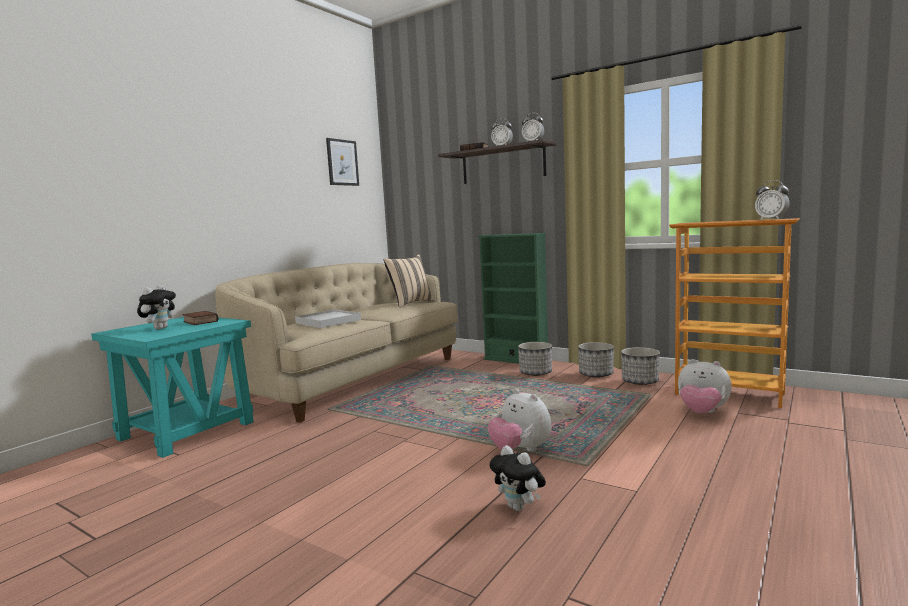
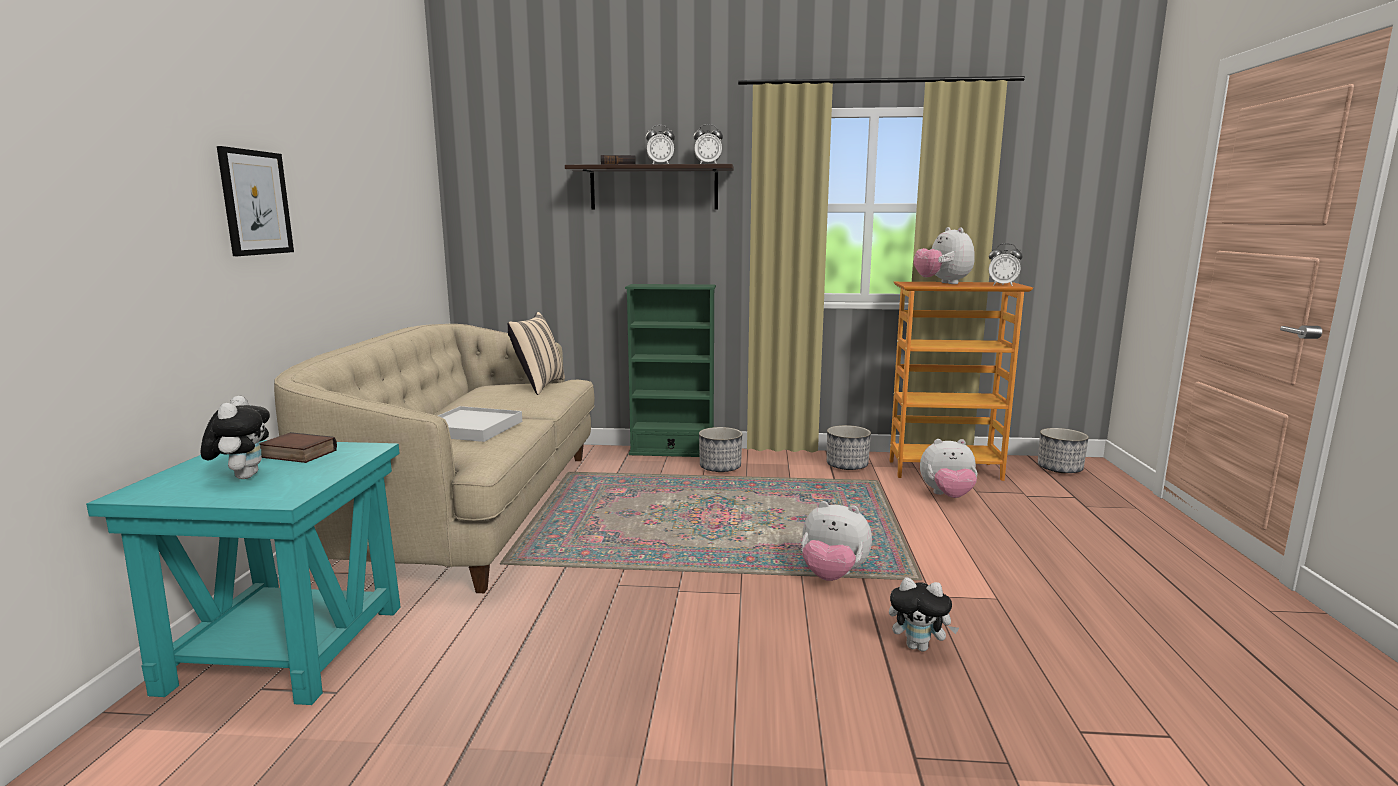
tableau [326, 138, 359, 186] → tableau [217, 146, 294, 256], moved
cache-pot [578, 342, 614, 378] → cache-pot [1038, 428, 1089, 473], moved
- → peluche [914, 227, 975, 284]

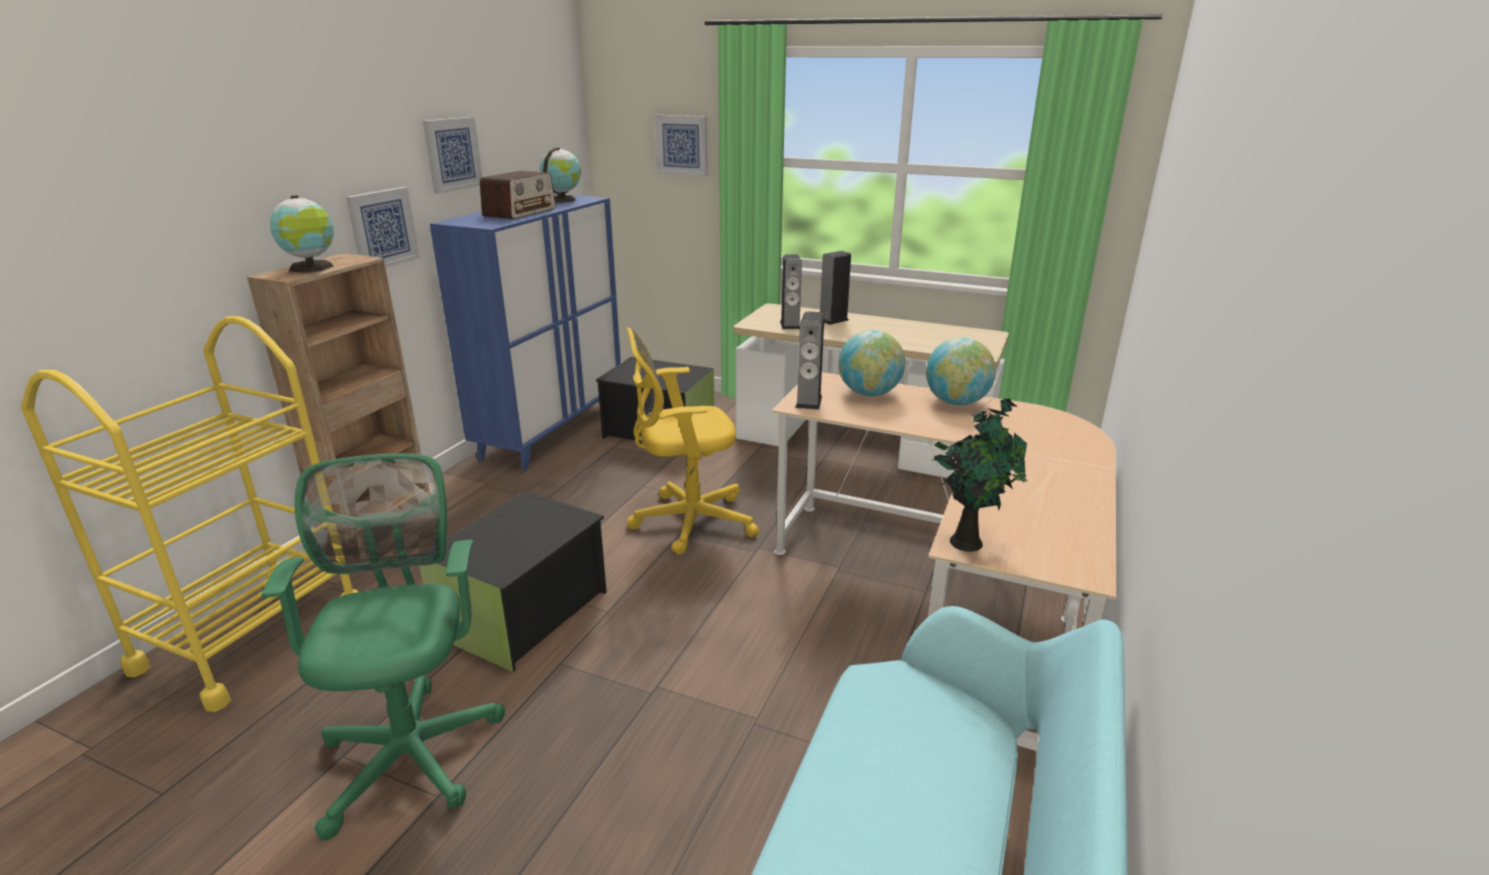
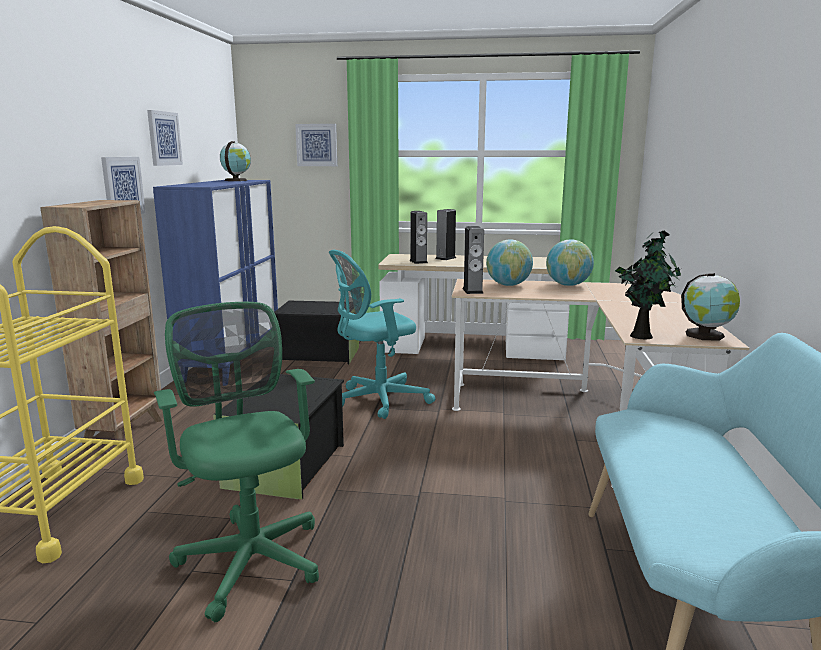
globe [270, 196, 334, 273] → globe [681, 273, 740, 341], moved
radio [480, 171, 556, 219] → -
chaise de bureau [jaune] [627, 327, 759, 555] → chaise de bureau [turquoise] [329, 250, 435, 419]

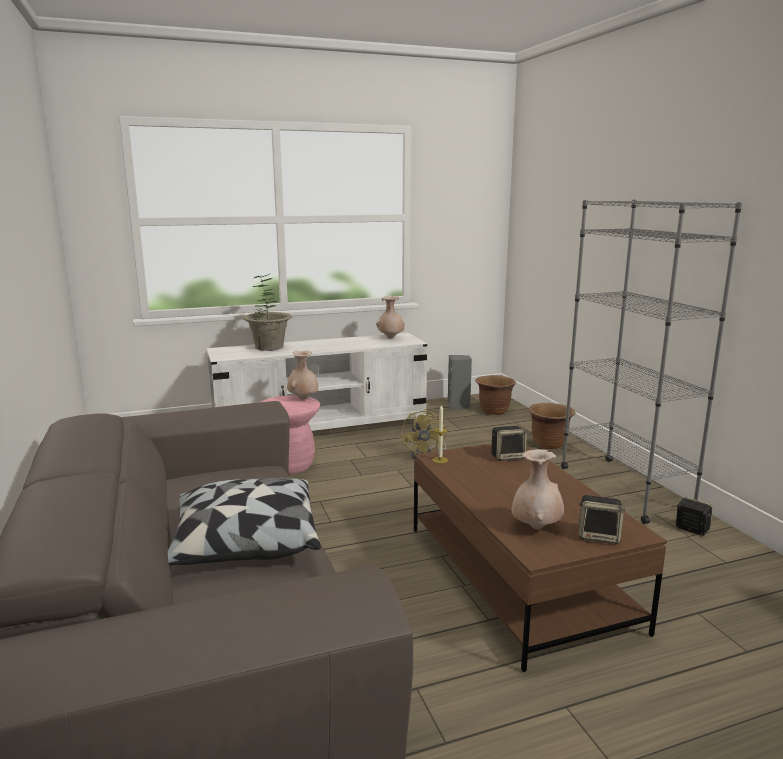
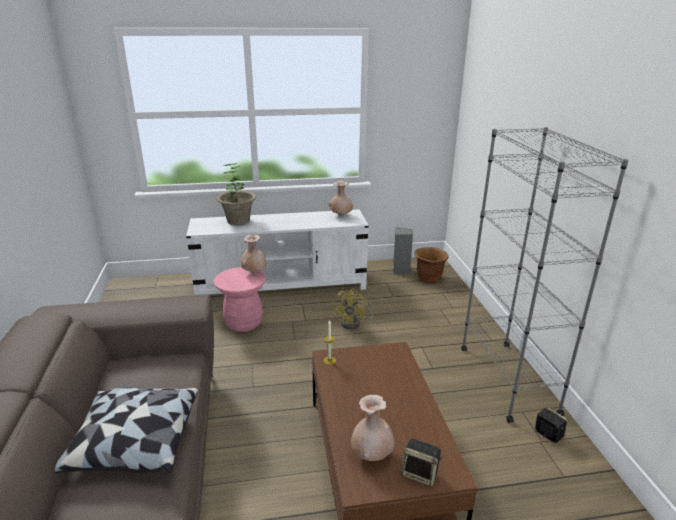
enceinte [492, 426, 527, 461] → -
cache-pot [marron] [529, 403, 575, 449] → -

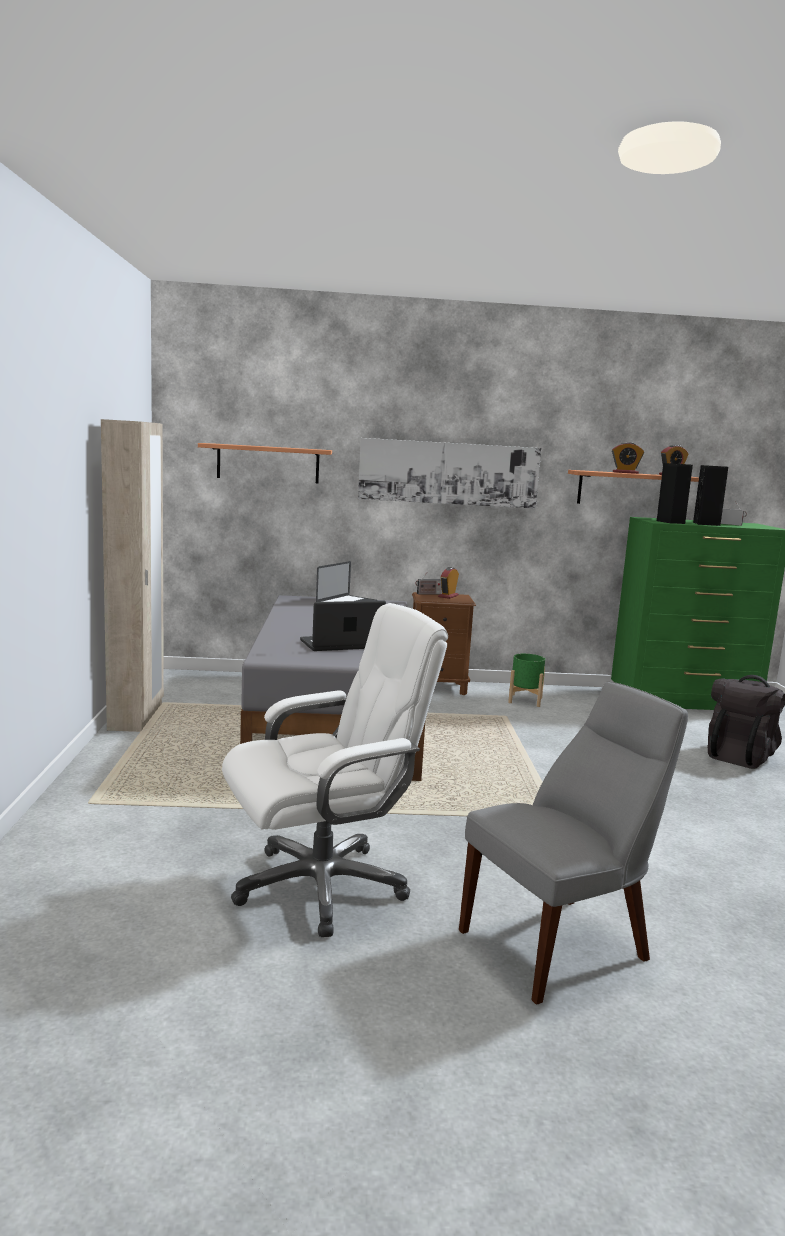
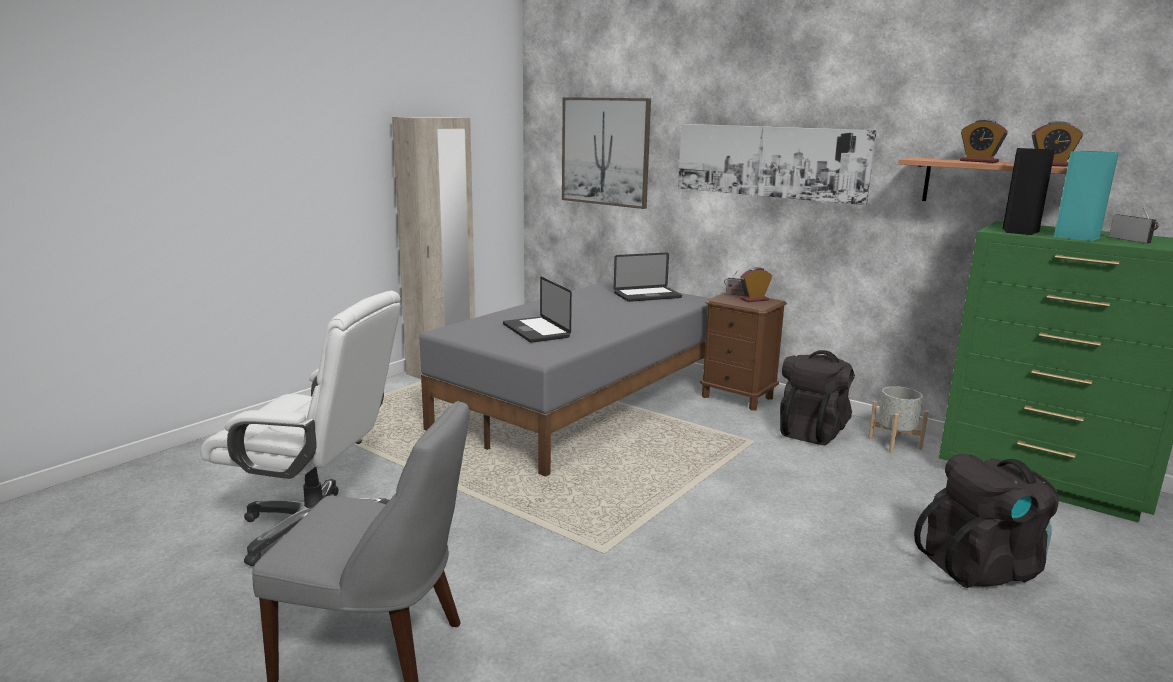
étagère [198, 443, 332, 483] → tableau [562, 97, 651, 209]
ordinateur portable [300, 600, 386, 651] → ordinateur portable [503, 277, 572, 343], 135 degrees counterclockwise
cache-pot [vert] [508, 654, 545, 707] → sac à dos [noir] [780, 350, 855, 445]
enceinte [noir] [693, 465, 728, 526] → enceinte [turquoise] [1054, 151, 1119, 241]
- → cache-pot [gris] [868, 386, 929, 453]

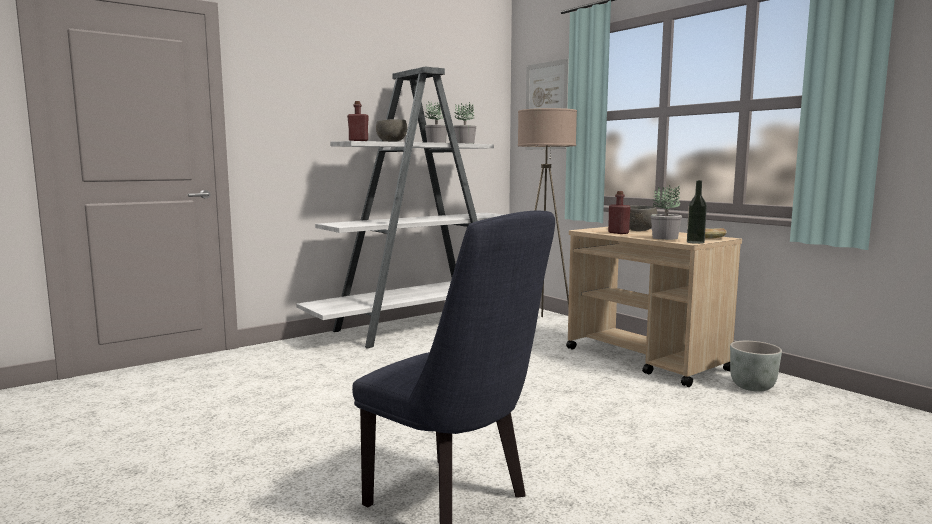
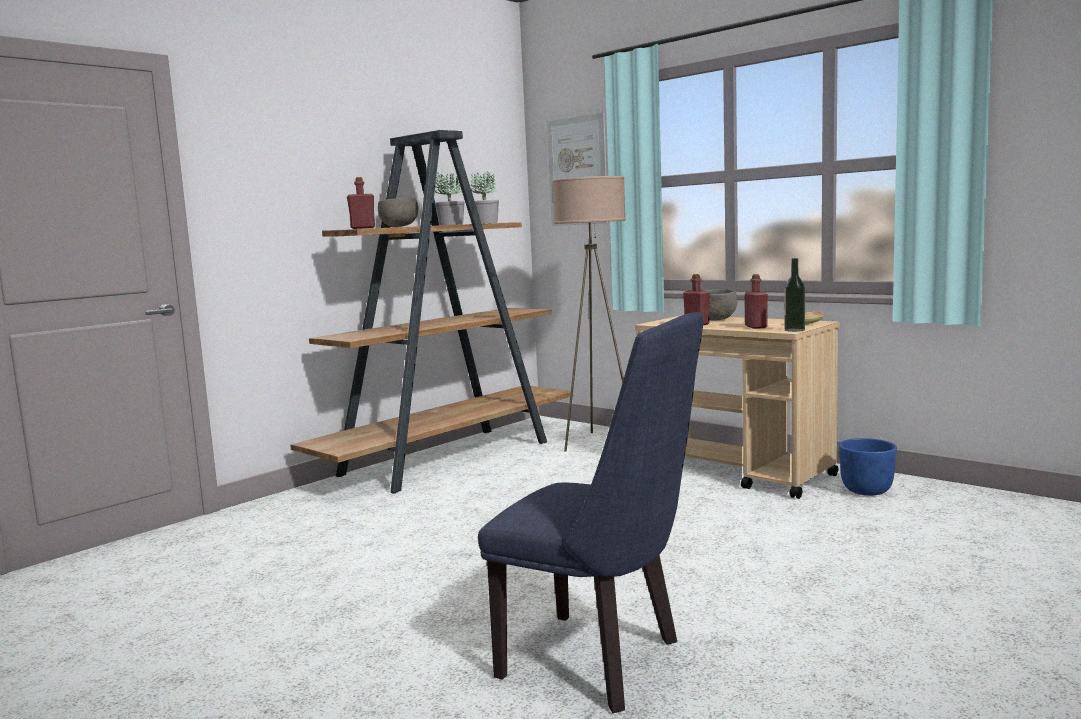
bibliothèque [blanc] [296, 66, 505, 349] → bibliothèque [marron] [290, 130, 571, 494]
plante en pot [651, 185, 682, 240] → bouteille [rouge] [745, 274, 768, 329]
cache-pot [gris] [730, 341, 782, 392] → cache-pot [bleu] [839, 438, 897, 496]

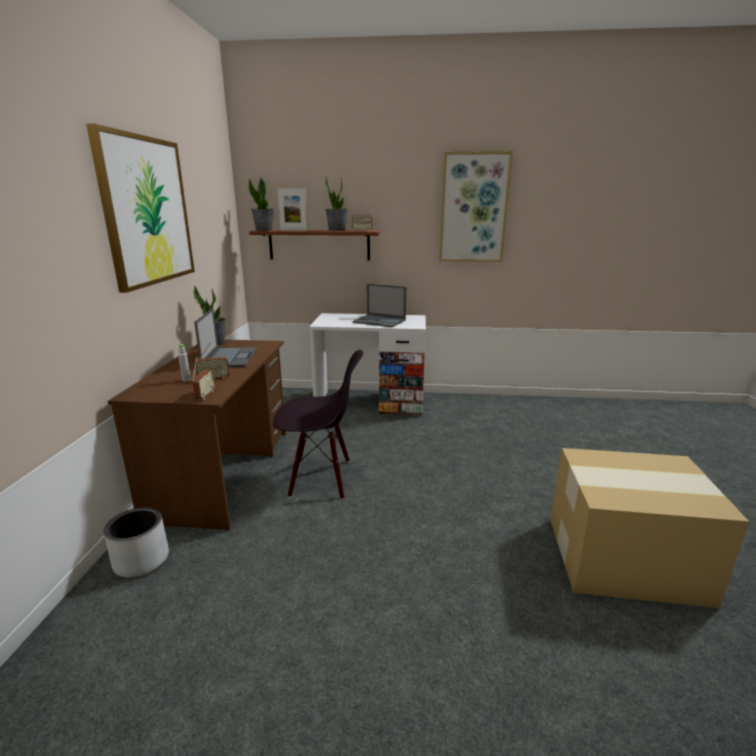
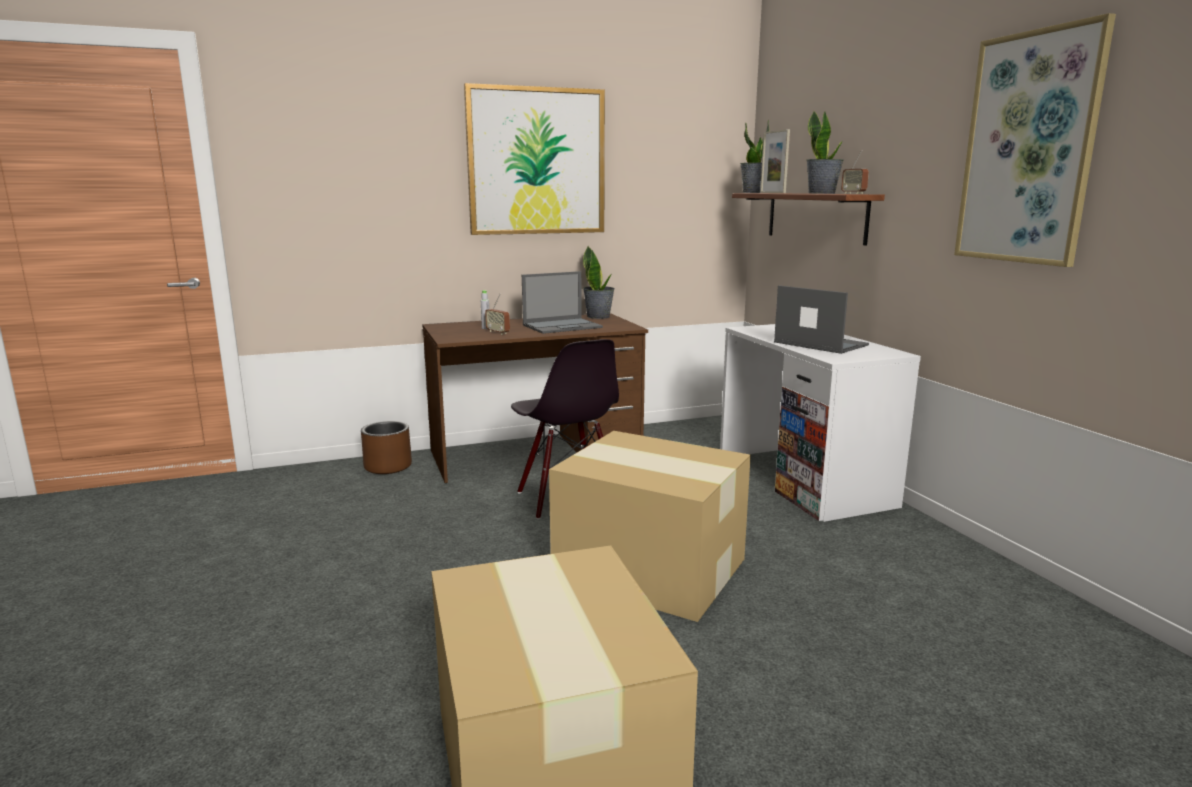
cache-pot [gris] [104, 507, 169, 577] → cache-pot [marron] [361, 421, 412, 474]
radio [192, 357, 215, 400] → -
ordinateur portable [353, 284, 406, 328] → ordinateur portable [774, 285, 869, 354], 135 degrees clockwise
- → carton [549, 431, 751, 622]

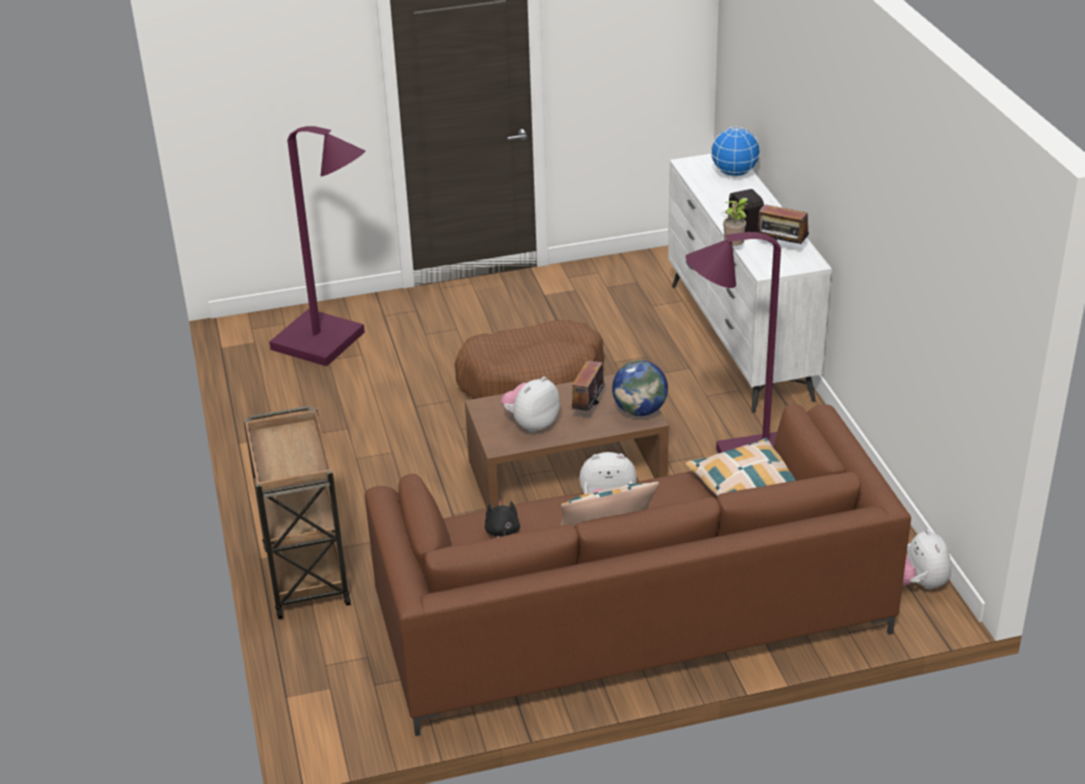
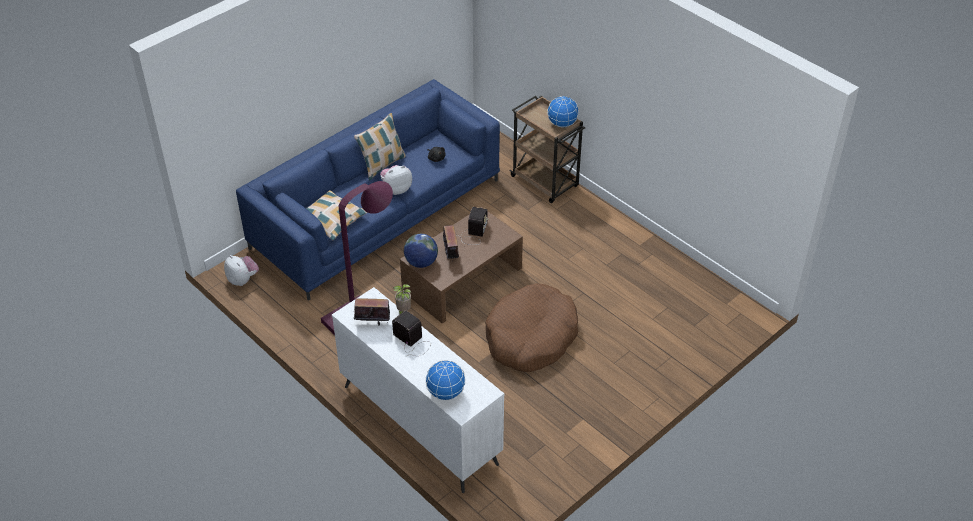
lampadaire [violet] [269, 126, 365, 366] → -
canapé [marron] [365, 404, 911, 736] → canapé [bleu] [236, 79, 500, 301]
peluche [501, 376, 560, 433] → radio [457, 207, 489, 245]
- → globe [547, 96, 579, 127]

